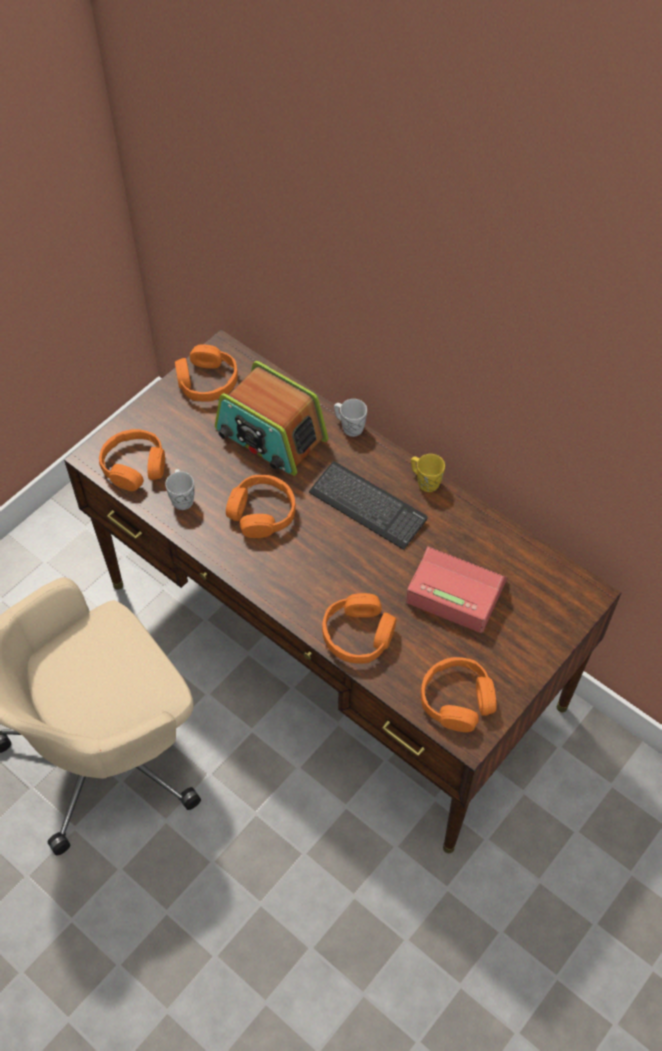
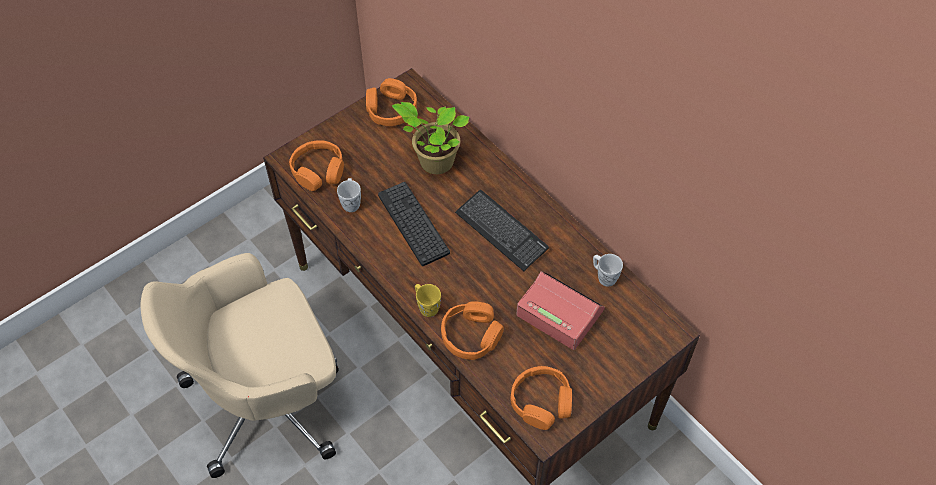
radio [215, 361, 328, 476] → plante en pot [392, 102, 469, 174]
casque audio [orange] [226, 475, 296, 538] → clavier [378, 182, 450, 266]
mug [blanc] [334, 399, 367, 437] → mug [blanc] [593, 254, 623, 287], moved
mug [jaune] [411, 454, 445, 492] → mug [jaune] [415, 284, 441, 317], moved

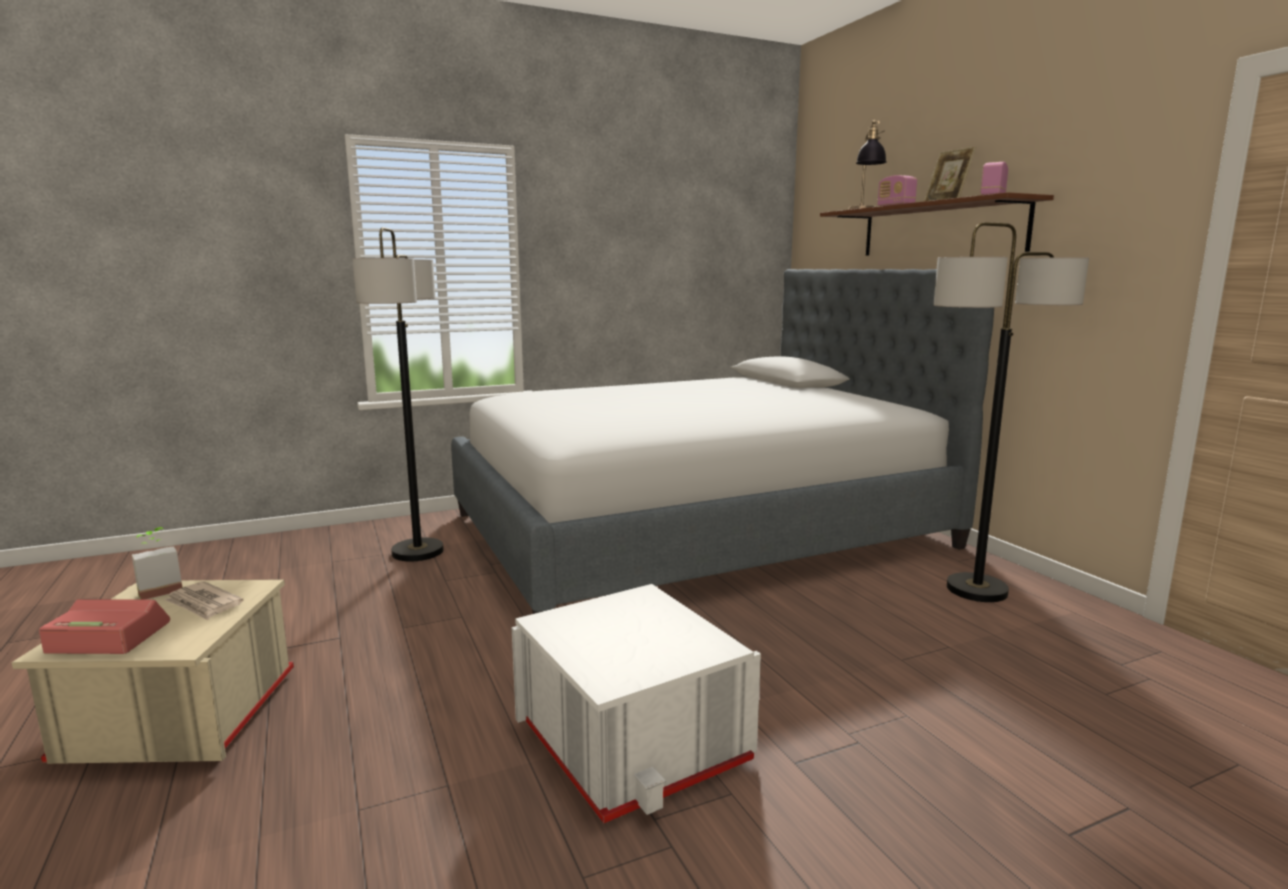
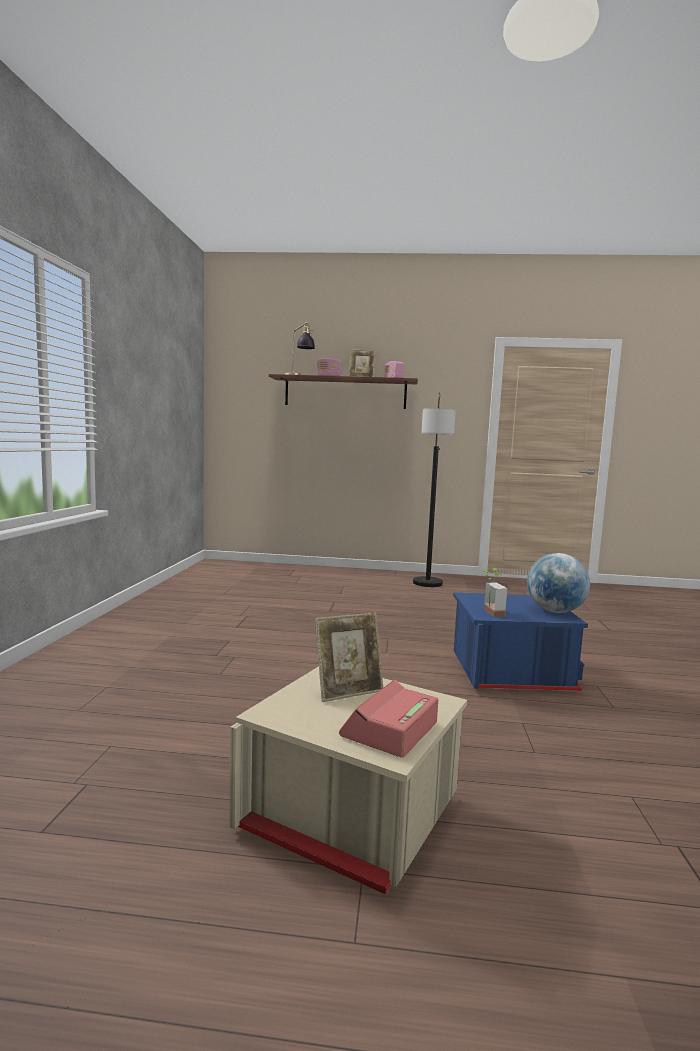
plante en pot [132, 527, 182, 600] → plante en pot [483, 568, 507, 617], moved
journal [164, 581, 243, 620] → cadre photo [315, 612, 383, 702]
lampadaire [353, 227, 444, 561] → -
lit [451, 269, 994, 614] → -
boîte de rangement [blanc] [511, 584, 761, 824] → boîte de rangement [bleu] [453, 593, 588, 691]
- → globe [527, 553, 590, 613]

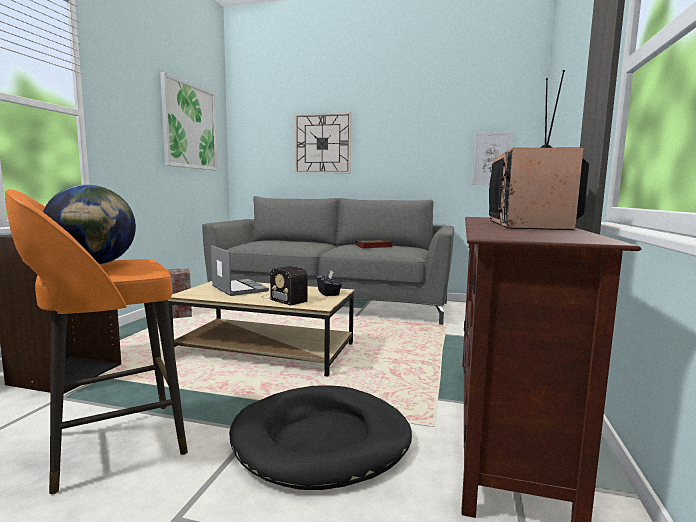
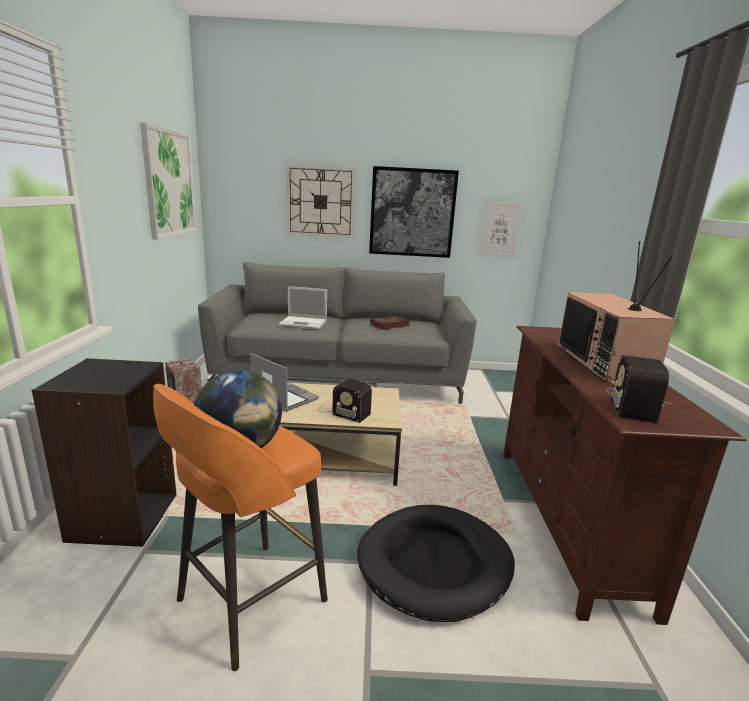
boîte à mouchoirs [noir] [317, 271, 342, 296] → -
- → ordinateur portable [278, 286, 327, 329]
- → tableau [369, 166, 459, 258]
- → radio [606, 355, 672, 423]

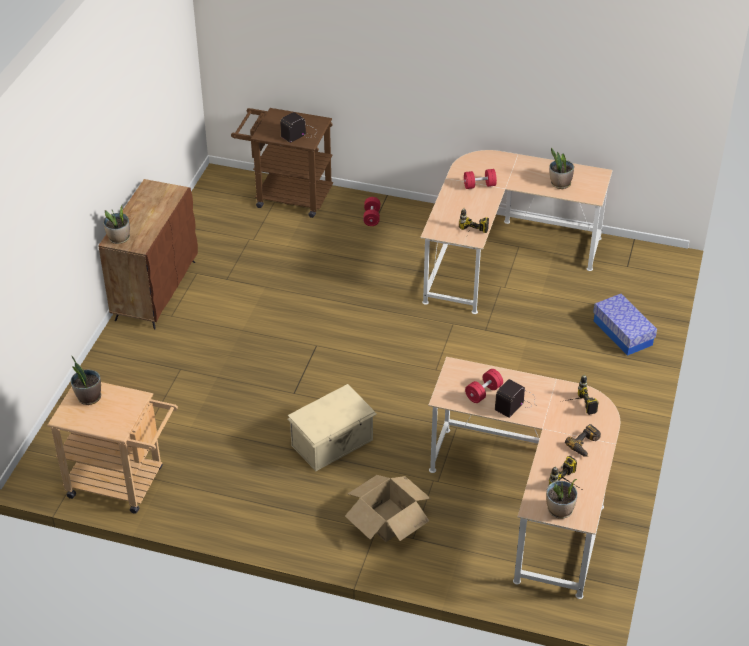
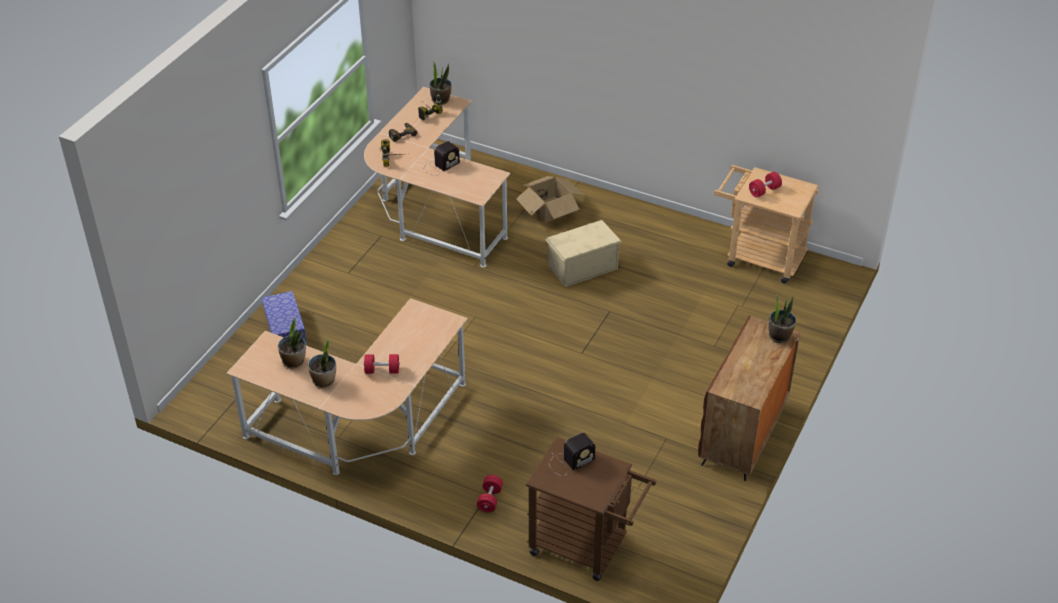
plante en pot [71, 355, 101, 405] → plante en pot [308, 338, 336, 388], moved
perceuse [459, 208, 489, 233] → -
haltère [rouge] [465, 369, 503, 403] → haltère [rouge] [749, 172, 782, 197], moved

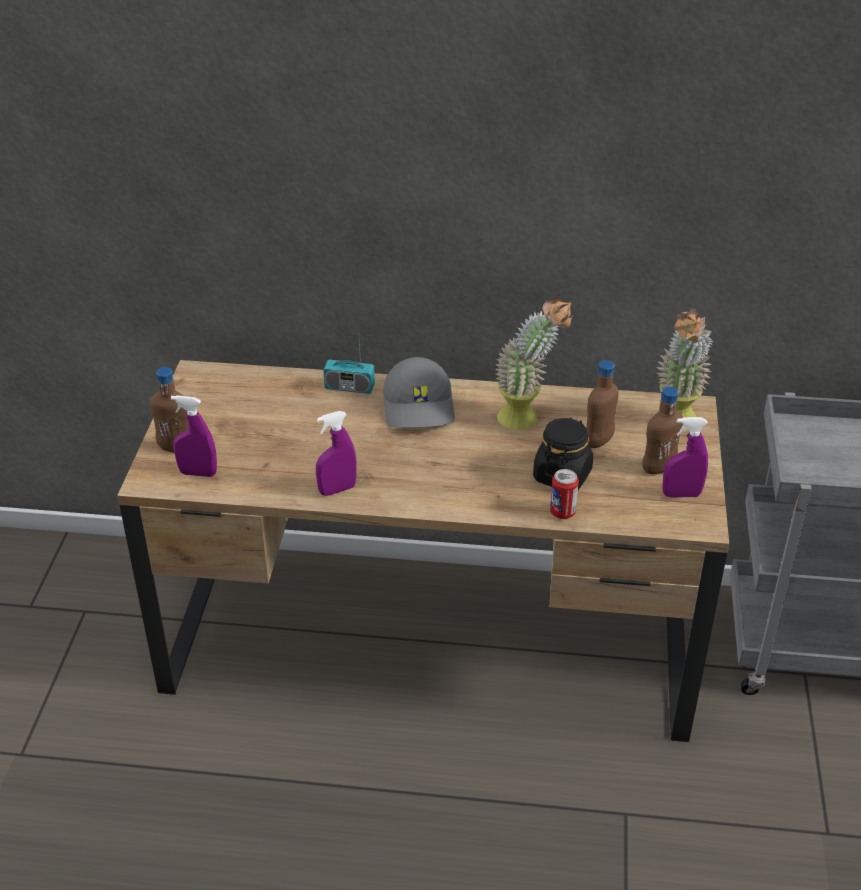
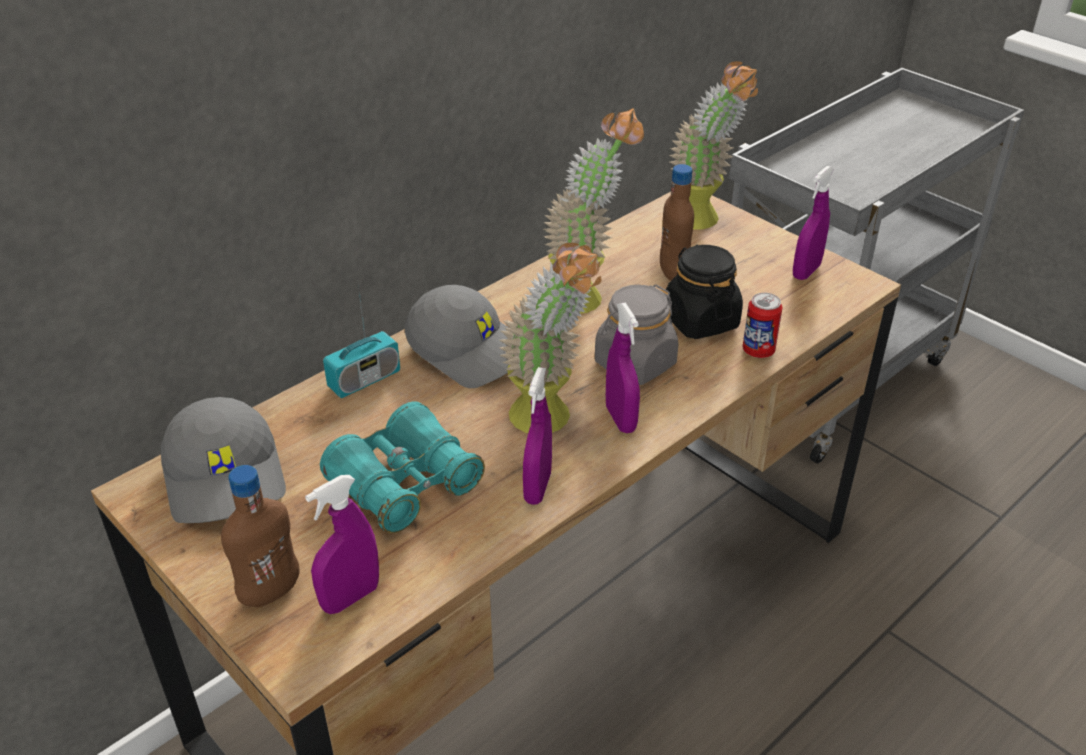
bouteille [marron] [642, 386, 683, 474] → -
- → casquette [gris] [161, 397, 286, 523]
- → jumelles [turquoise] [320, 401, 485, 533]
- → plante en pot [499, 243, 601, 433]
- → bocal [gris] [595, 285, 678, 385]
- → vaporisateur [violet] [606, 303, 640, 433]

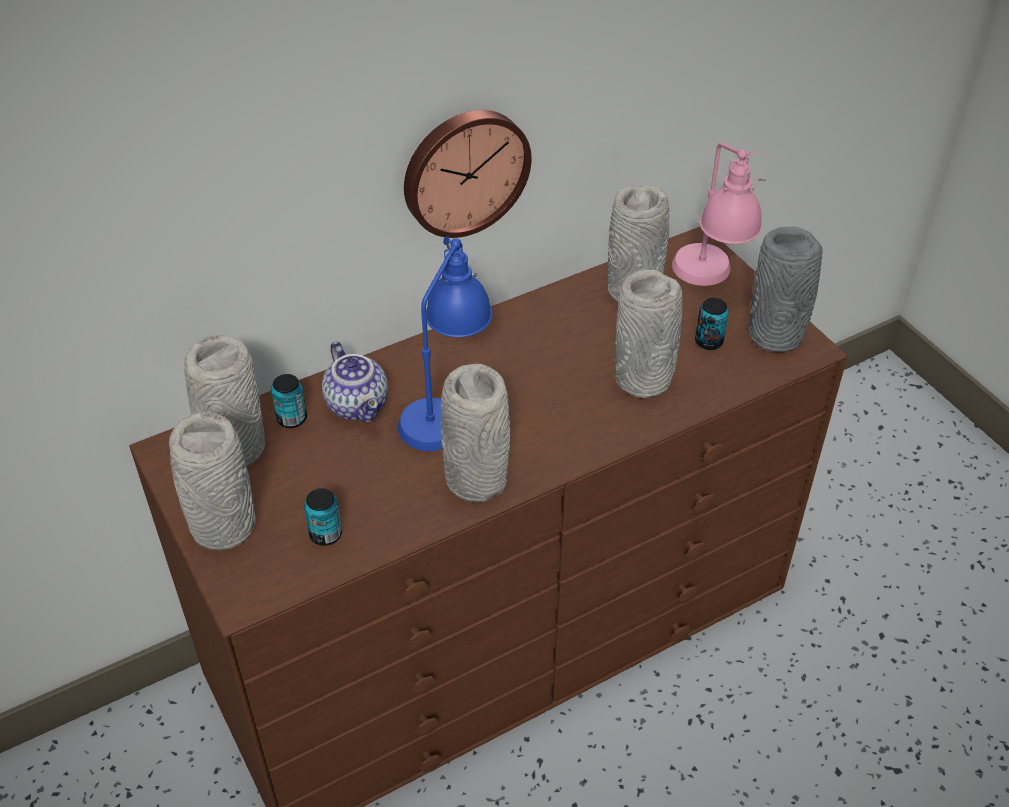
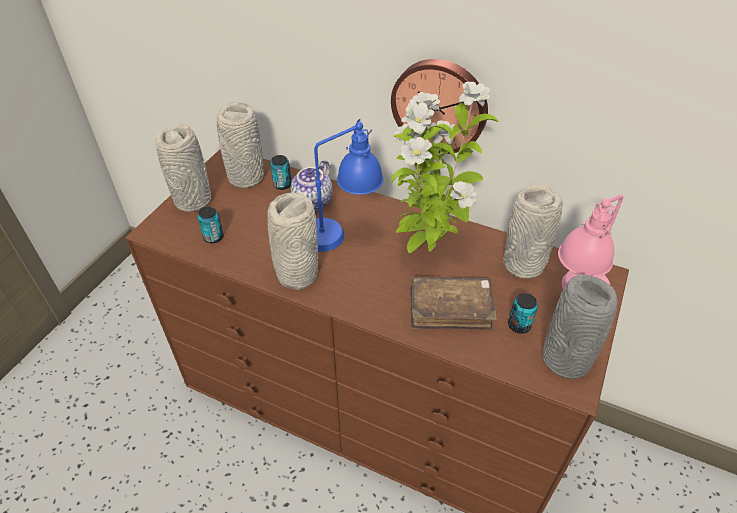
vase [gris] [615, 270, 683, 398] → livre [marron] [410, 276, 497, 330]
- → plante en pot [391, 82, 499, 253]

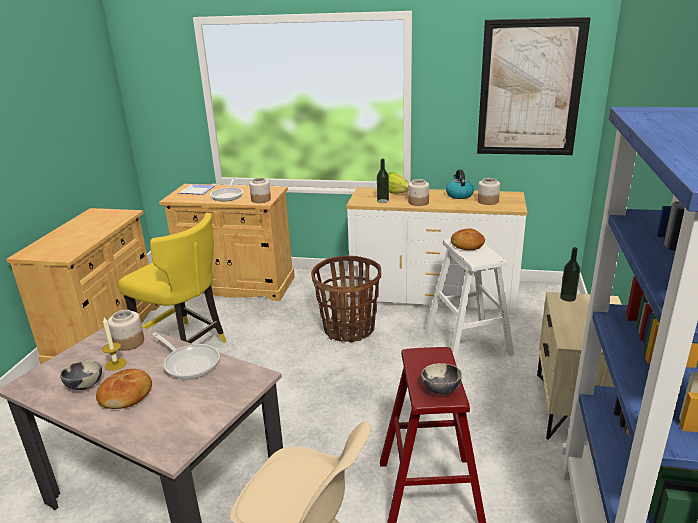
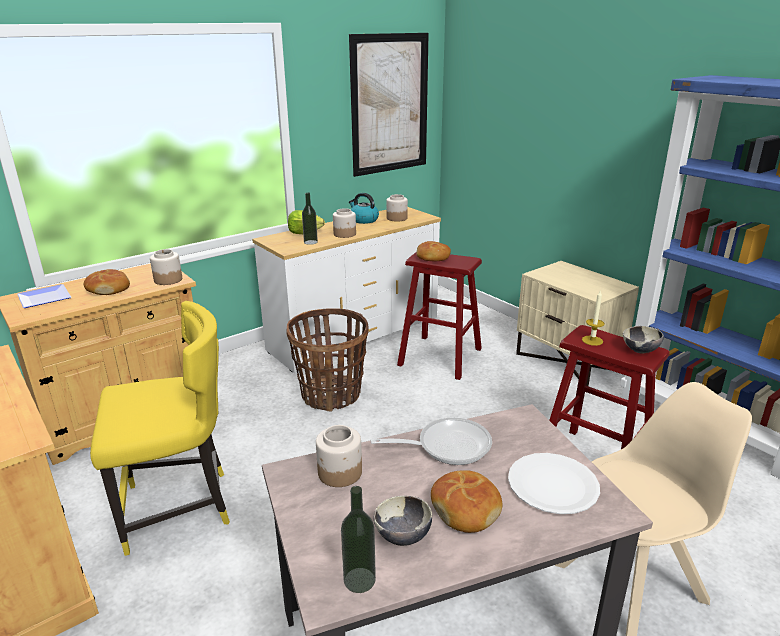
bougie [102, 317, 127, 371] → bougie [582, 291, 605, 346], moved
poêle [210, 177, 243, 201] → pain [84, 269, 130, 295]
tabouret [blanc] [424, 238, 514, 362] → tabouret [rouge] [397, 253, 482, 380]
bouteille [560, 247, 580, 302] → bouteille [341, 486, 376, 593], moved
- → assiette [blanc] [508, 453, 600, 514]

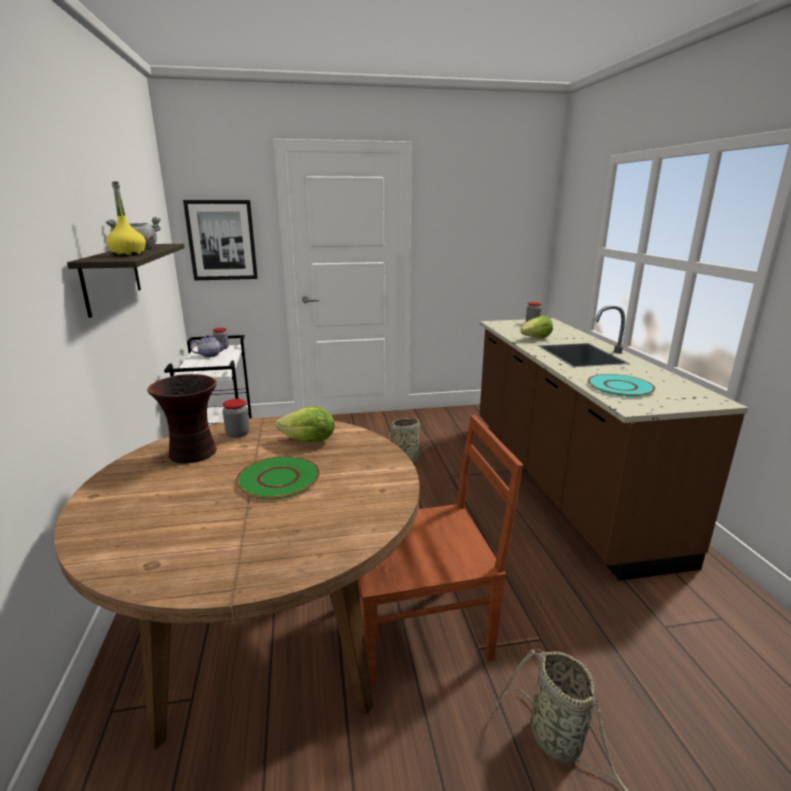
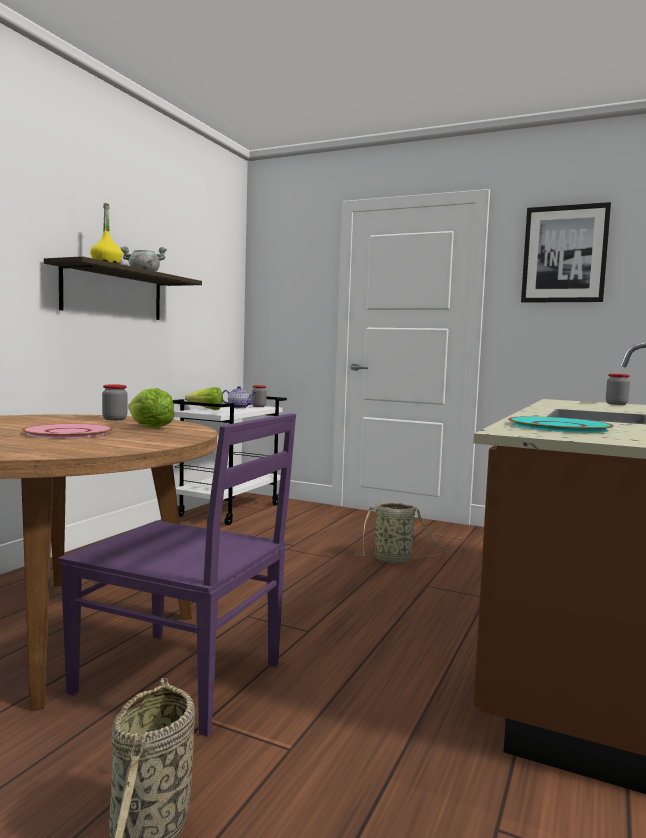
vase [147, 374, 217, 463] → -
tableau [183, 200, 258, 280] → tableau [521, 202, 611, 303], moved
assiette [vert] [236, 456, 320, 499] → assiette [rose] [22, 424, 113, 438]
chaise [marron] [357, 415, 523, 685] → chaise [violet] [58, 413, 296, 737]
laitue [520, 315, 553, 338] → laitue [185, 387, 223, 410], moved

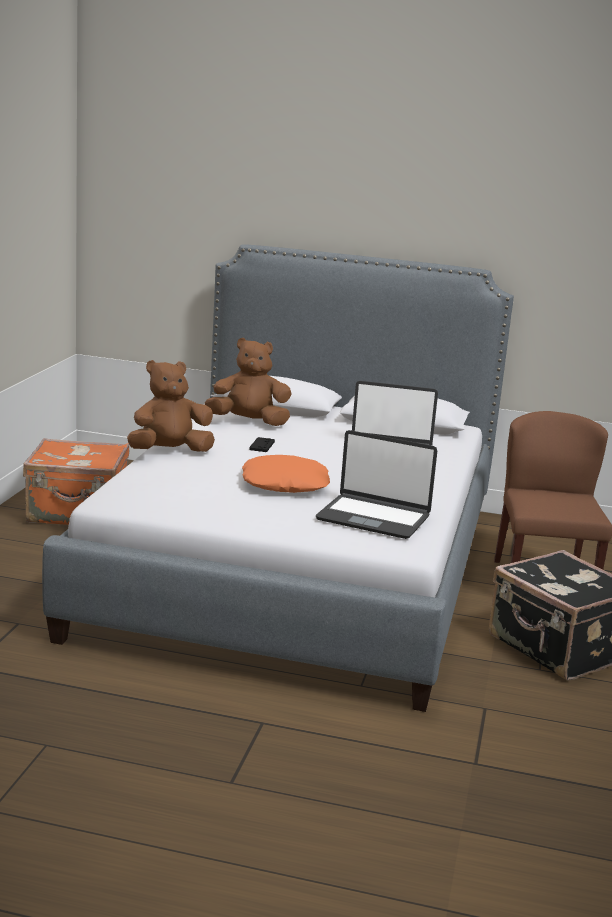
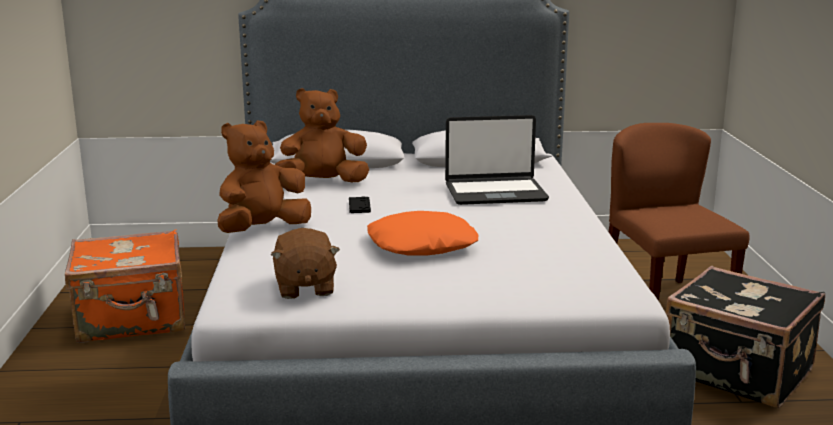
ordinateur portable [316, 430, 437, 539] → -
- → peluche [marron] [271, 228, 340, 299]

